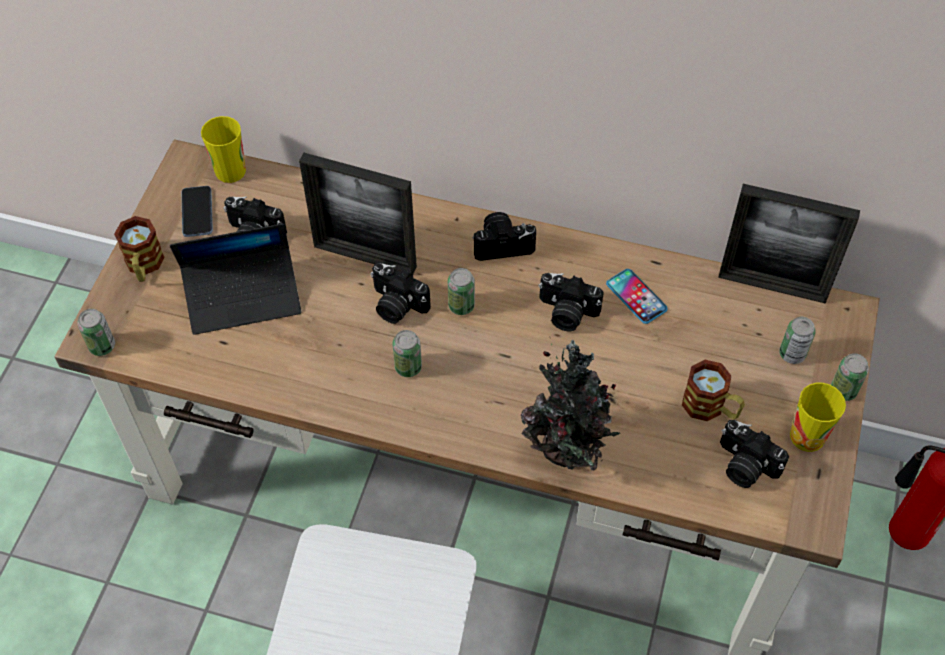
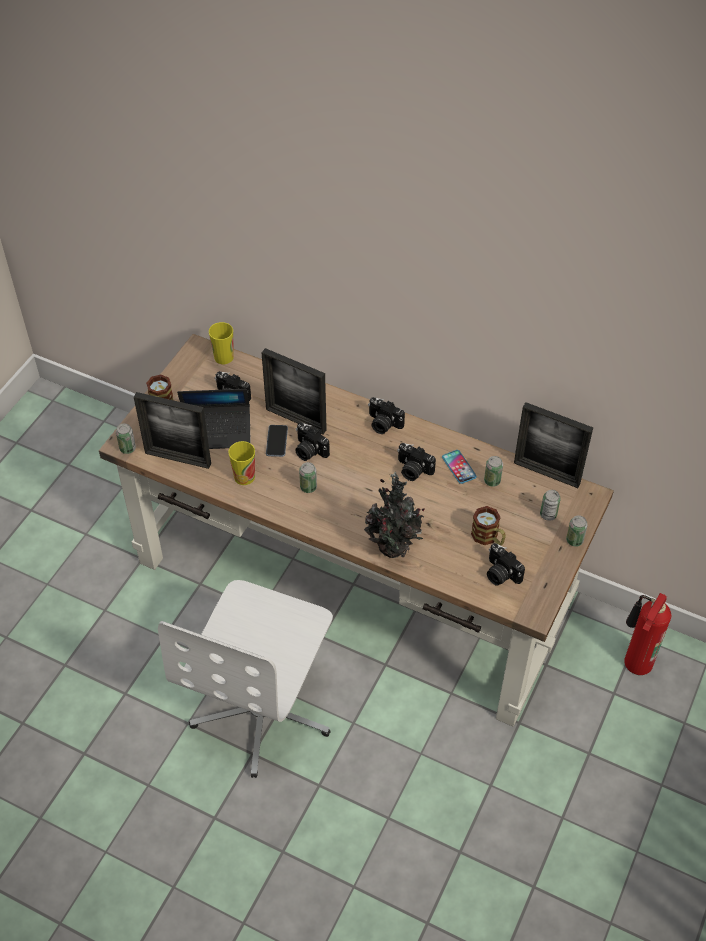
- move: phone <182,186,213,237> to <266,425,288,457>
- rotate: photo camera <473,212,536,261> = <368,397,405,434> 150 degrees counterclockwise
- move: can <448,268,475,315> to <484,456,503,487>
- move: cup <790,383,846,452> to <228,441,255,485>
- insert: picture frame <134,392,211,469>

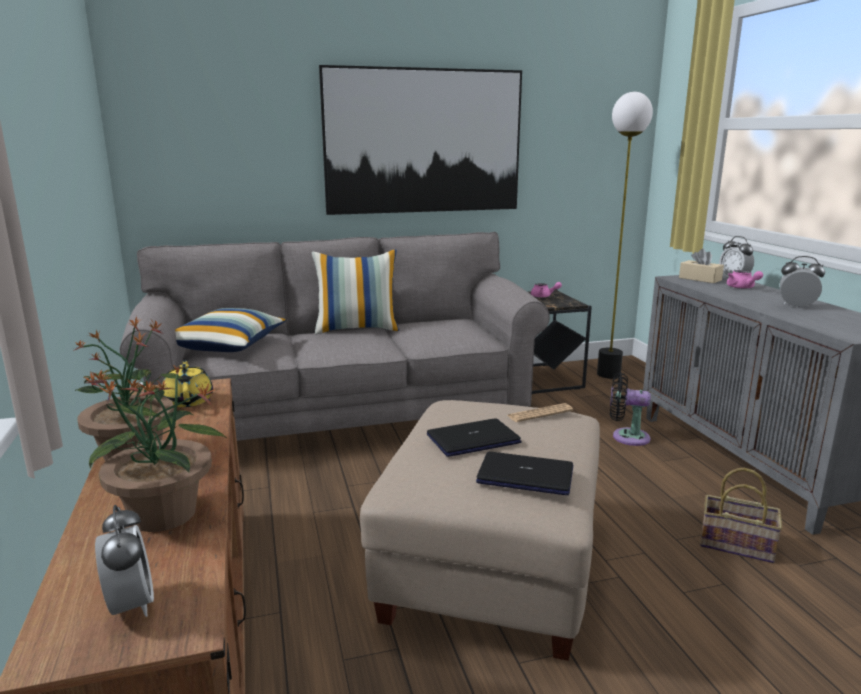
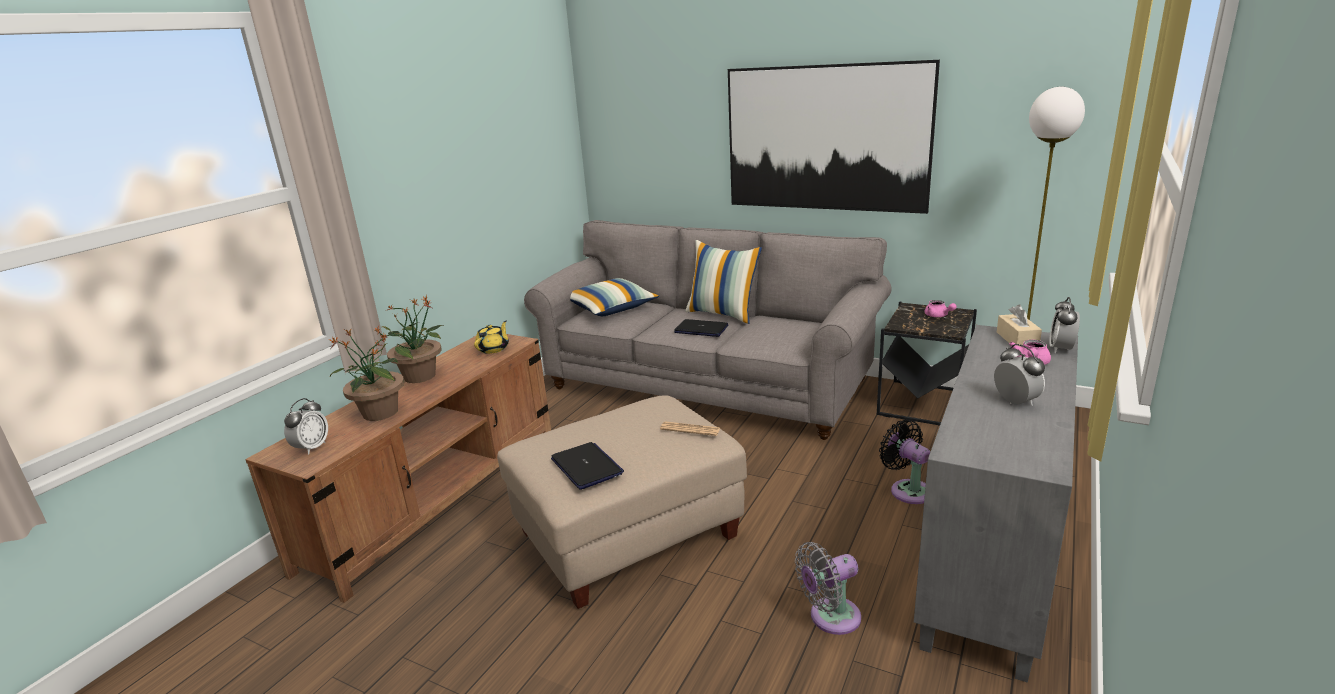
- move: laptop <427,418,522,457> to <674,319,728,337>
- replace: basket <700,468,782,563> to fan (grey) <795,542,861,635>

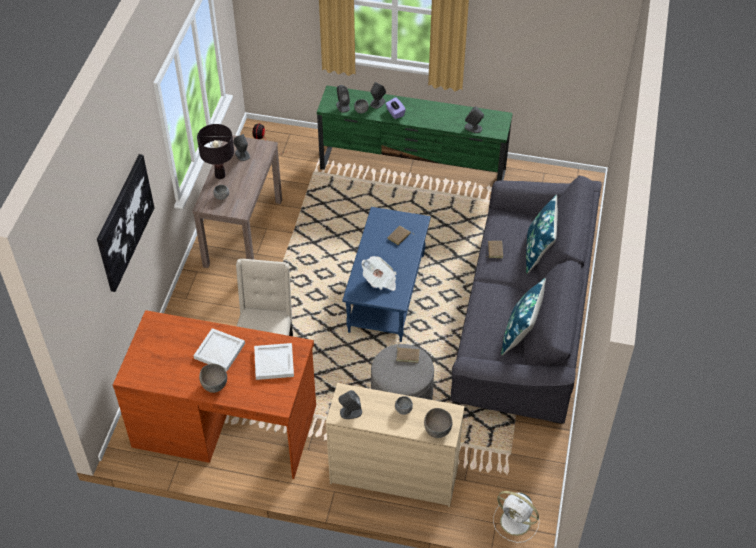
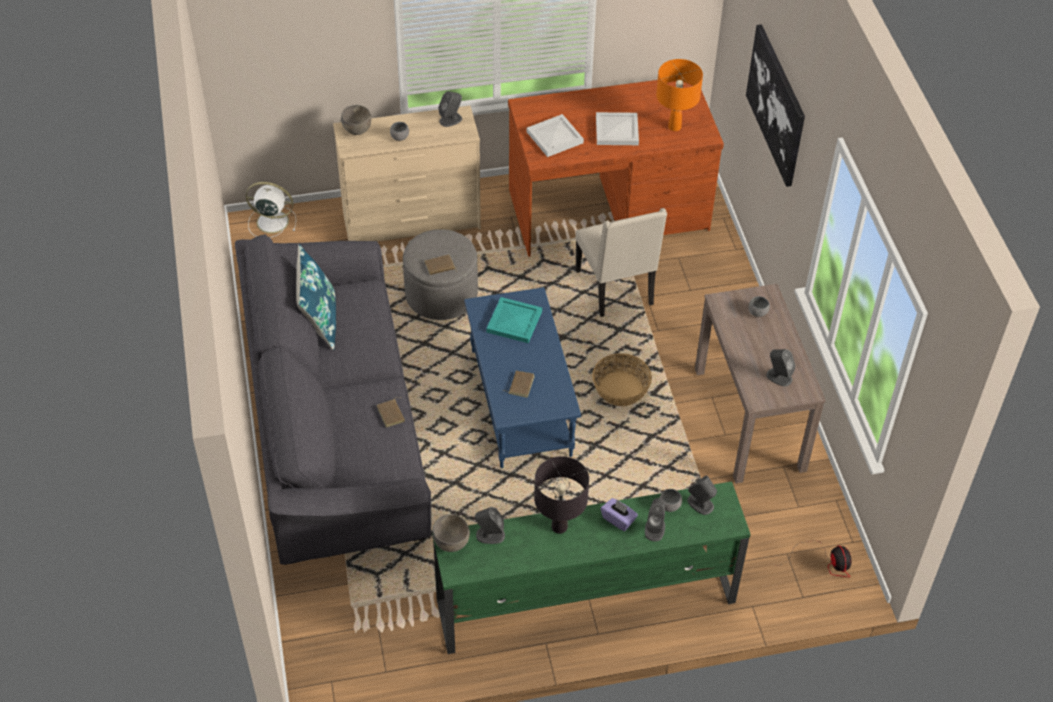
- move: table lamp (black) <197,124,234,179> to <534,456,589,534>
- delete: pillow (blue) <526,195,558,274>
- replace: newspaper <361,256,396,291> to tray (turquoise) <486,297,542,343>
- move: bowl (grey) <199,364,227,393> to <433,514,470,552>
- insert: table lamp (orange) <656,59,703,131>
- insert: basket <592,353,652,406>

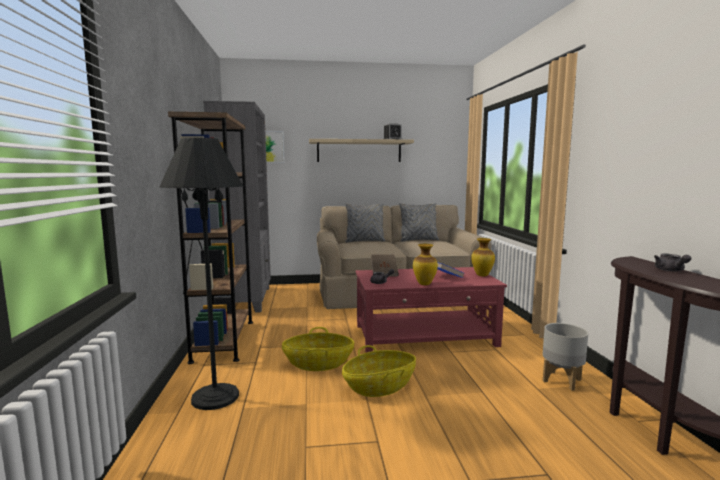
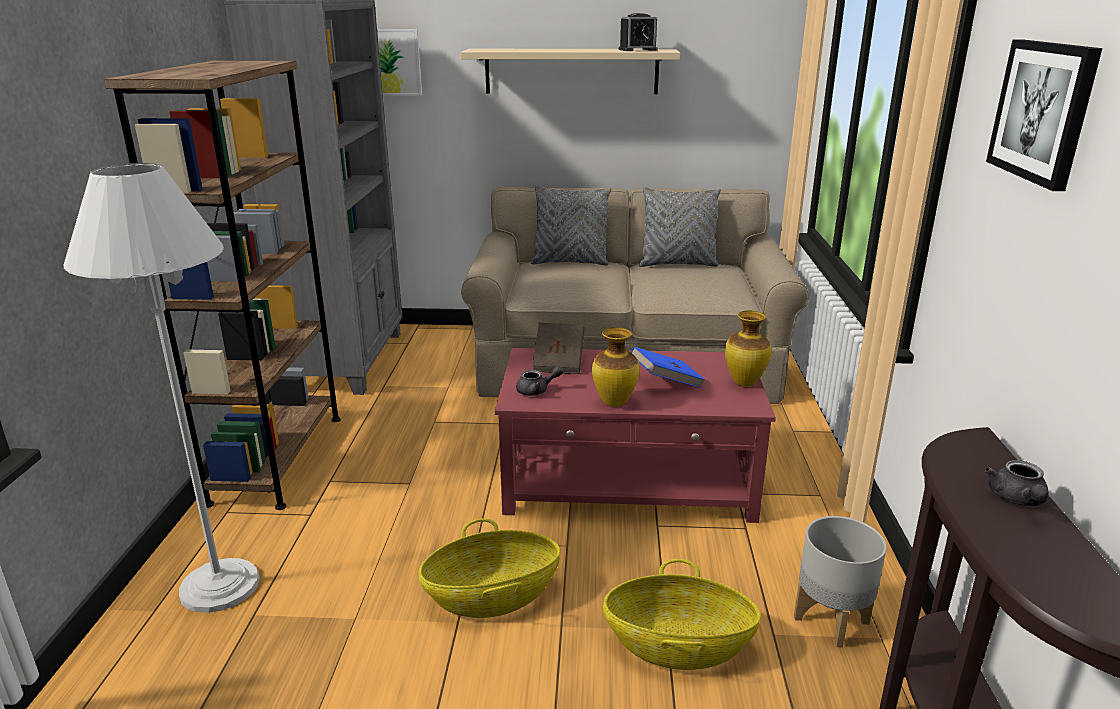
- recolor: floor lamp (black) <159,137,243,410> to floor lamp (white) <63,163,260,613>
- move: basket <282,327,354,371> to <603,559,761,670>
- insert: picture <986,40,1102,191>

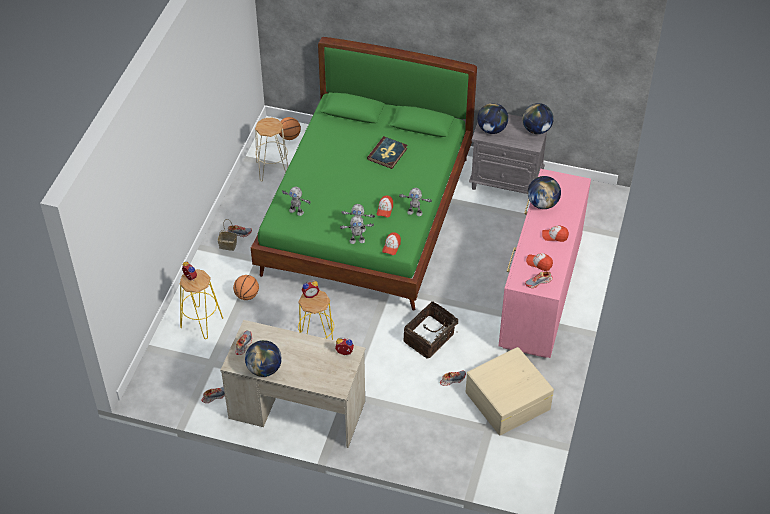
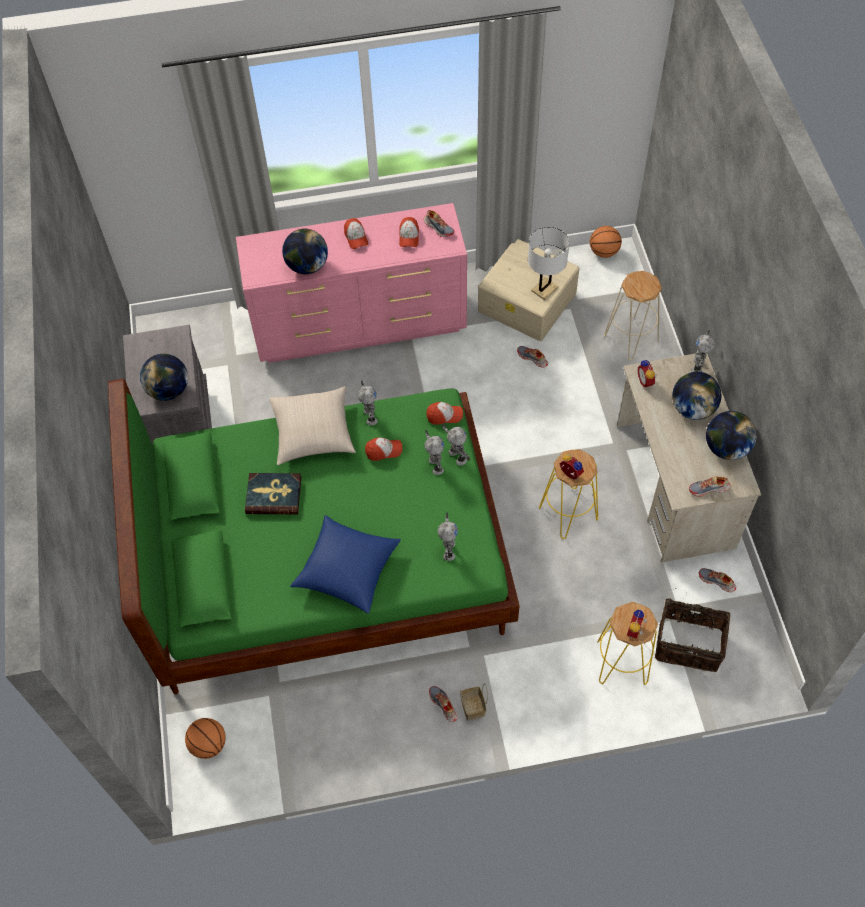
- move: globe <522,103,554,134> to <672,372,722,420>
- move: stool (beige) <255,118,288,181> to <604,271,662,360>
- move: basketball <233,275,259,300> to <590,226,622,258>
- move: basket <403,301,463,358> to <655,588,730,672>
- insert: table lamp (white) <528,227,569,300>
- insert: toy robot <691,330,715,372>
- insert: pillow (beige) <269,386,356,465>
- insert: pillow (blue) <290,515,401,614>

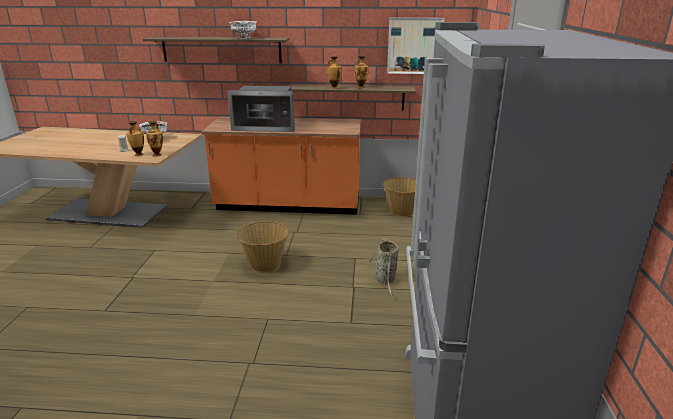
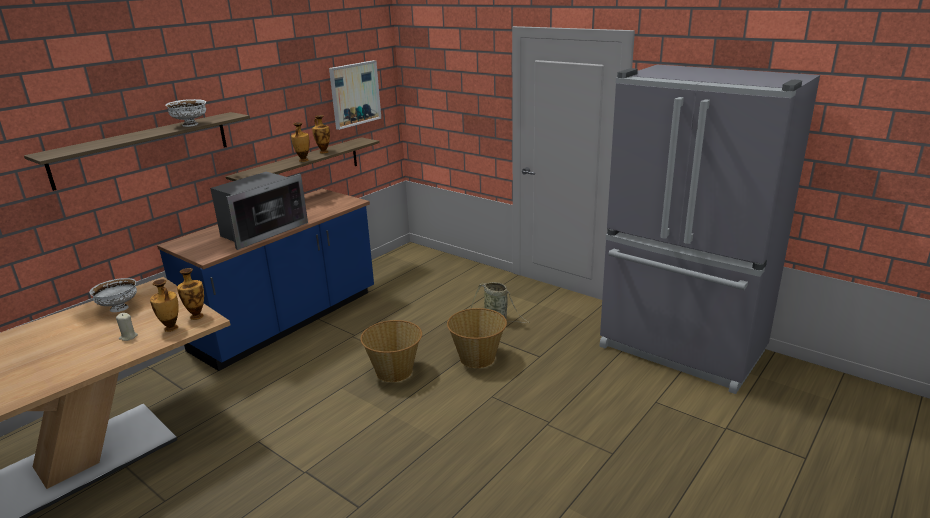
- recolor: counter (orange) <202,116,361,215> to counter (blue) <157,189,374,371>
- move: basket <383,177,416,217> to <447,308,507,368>

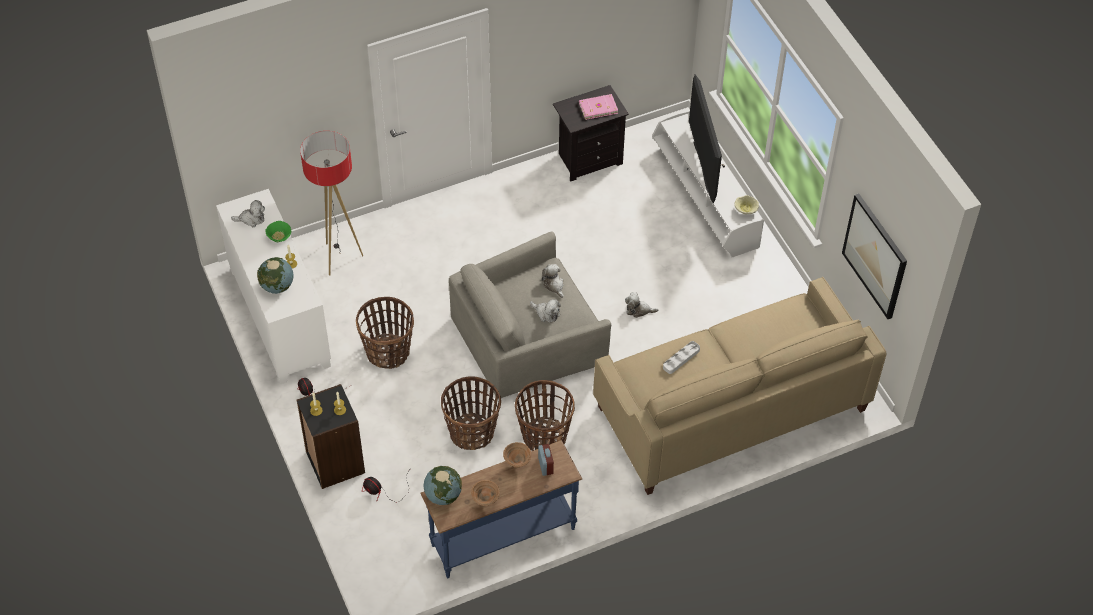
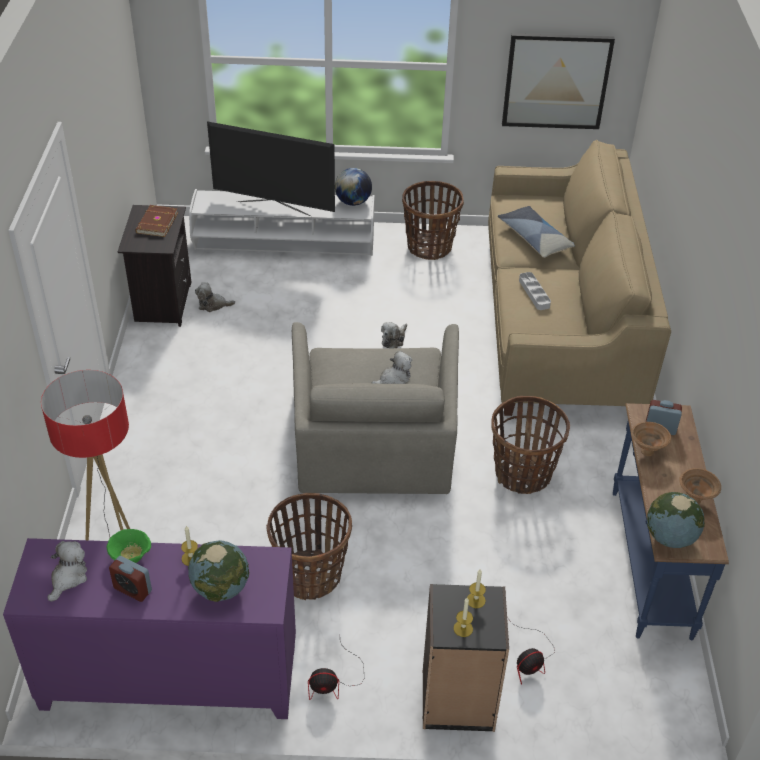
- recolor: book (pink) <579,94,618,120> to book (brown) <135,205,178,237>
- recolor: cabinet (white) <216,189,331,385> to cabinet (purple) <3,538,296,719>
- replace: bowl (beige) <734,195,759,214> to globe <335,168,372,206>
- move: plush toy <541,264,564,298> to <195,282,235,312>
- move: basket <441,376,501,450> to <402,181,464,260>
- insert: pillow <498,206,575,258>
- insert: alarm clock <109,556,152,602>

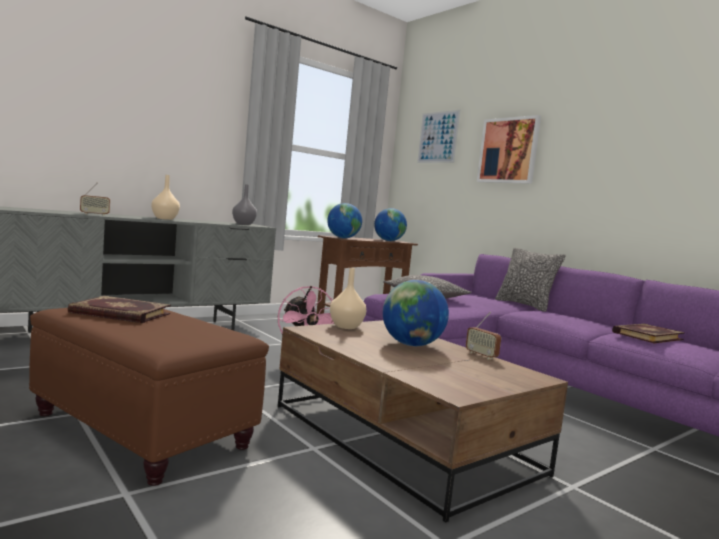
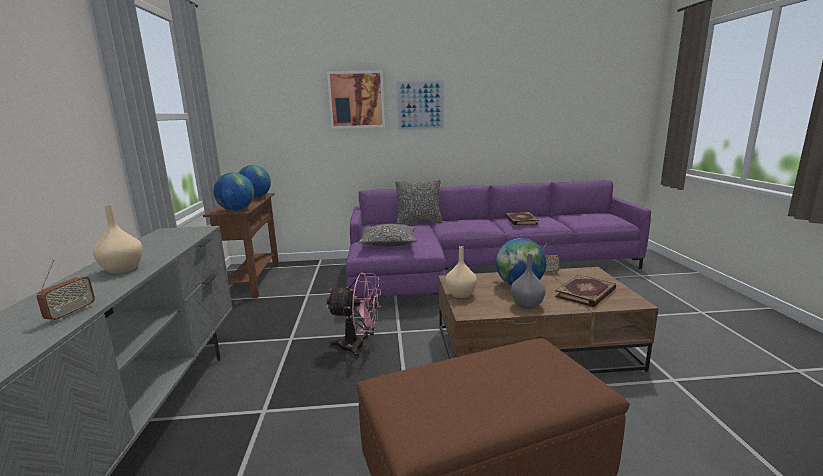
- move: picture <417,110,460,163> to <396,80,444,131>
- move: vase (grey) <232,184,257,225> to <511,253,546,309>
- move: book <68,296,171,323> to <555,274,616,307>

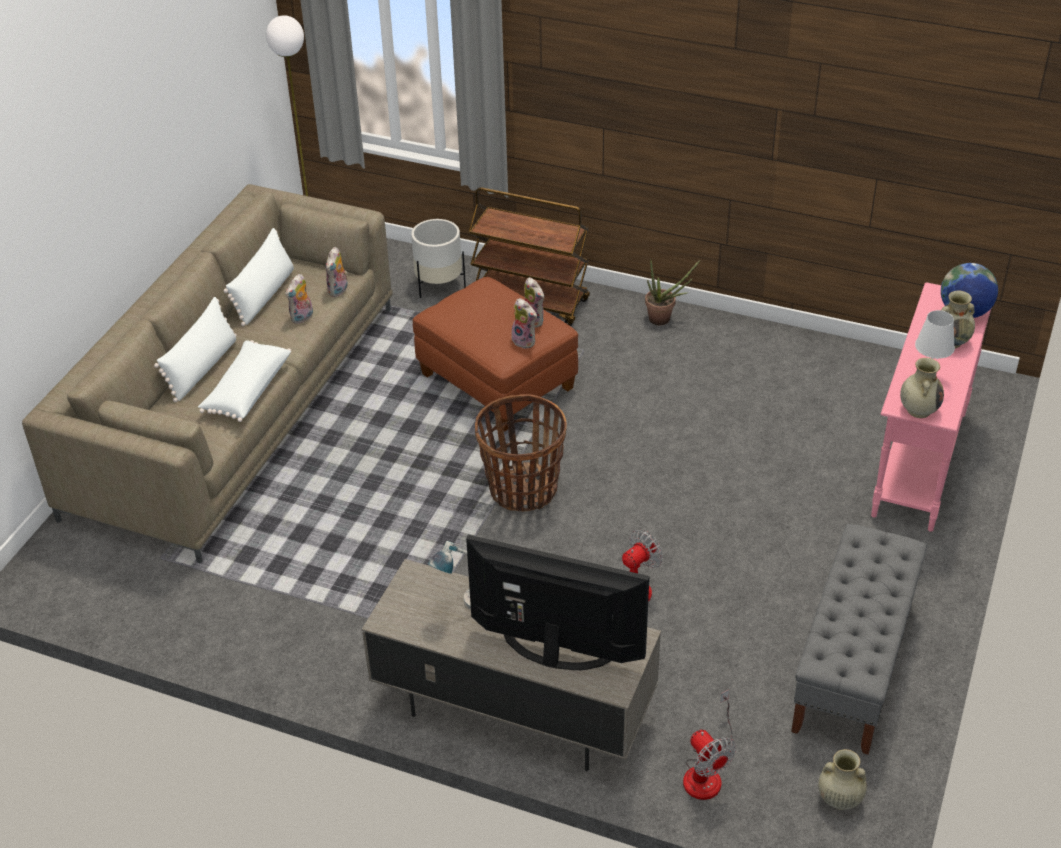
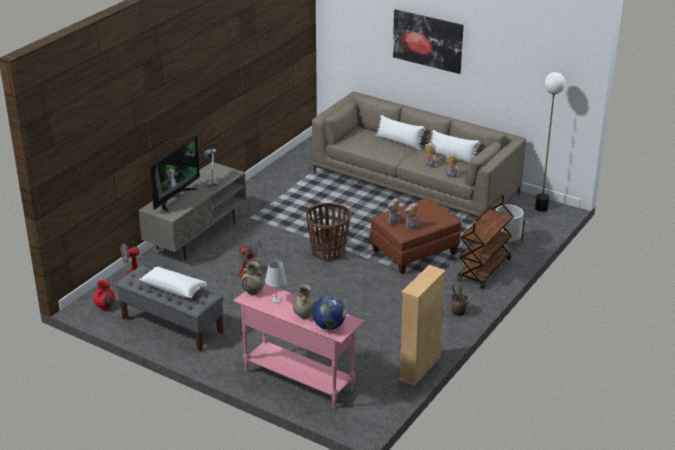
- move: pillow (white) <198,340,291,422> to <139,266,207,298>
- recolor: vase (beige) <818,749,867,810> to vase (red) <94,280,115,310>
- insert: picture <393,9,464,74>
- insert: bookcase (beige) <398,265,446,386>

